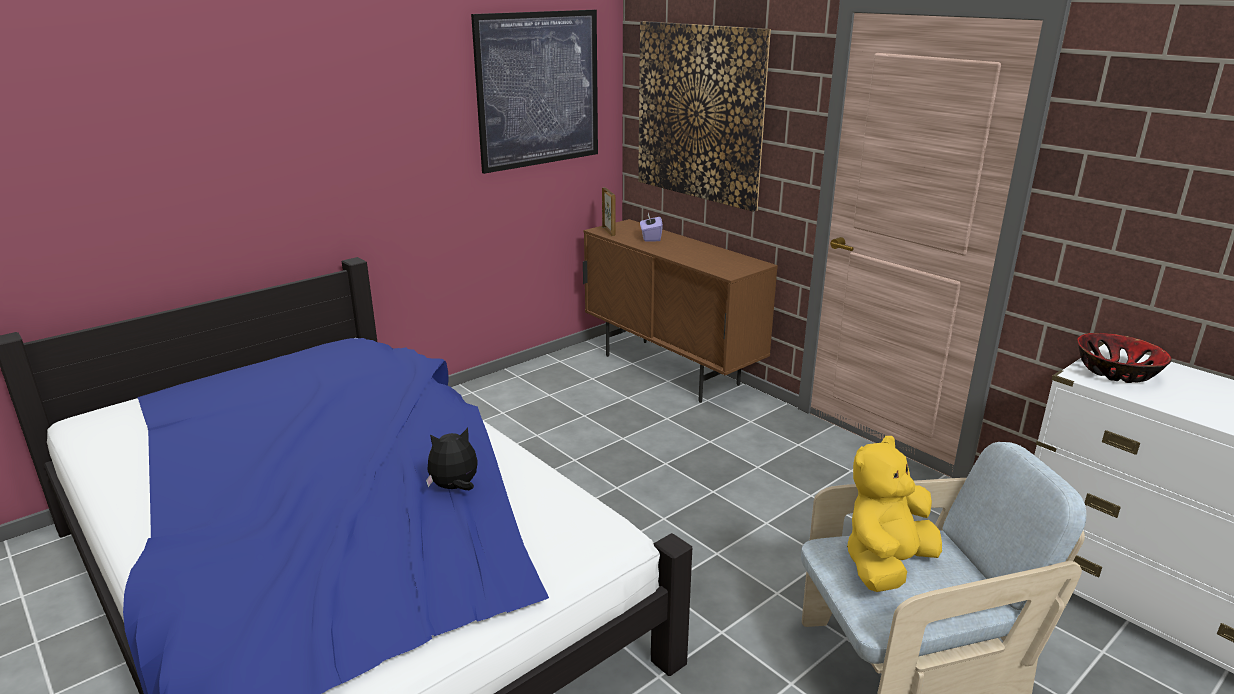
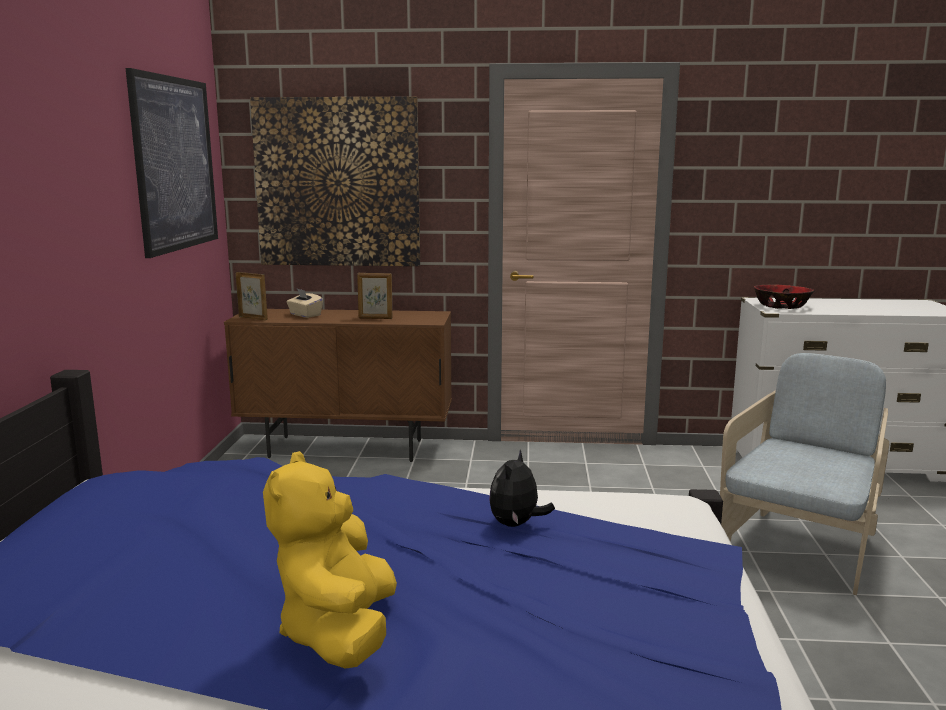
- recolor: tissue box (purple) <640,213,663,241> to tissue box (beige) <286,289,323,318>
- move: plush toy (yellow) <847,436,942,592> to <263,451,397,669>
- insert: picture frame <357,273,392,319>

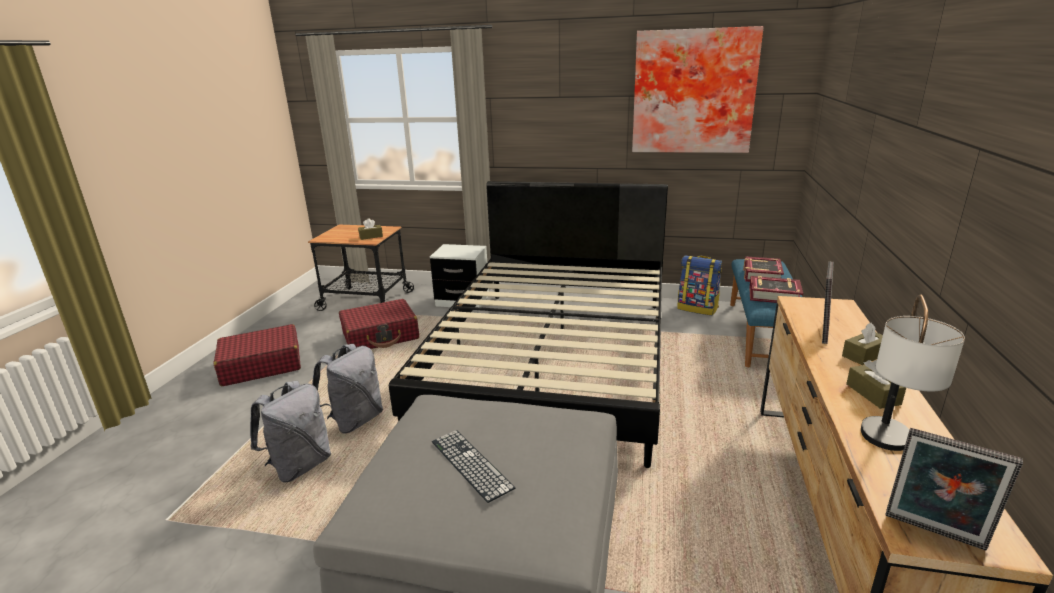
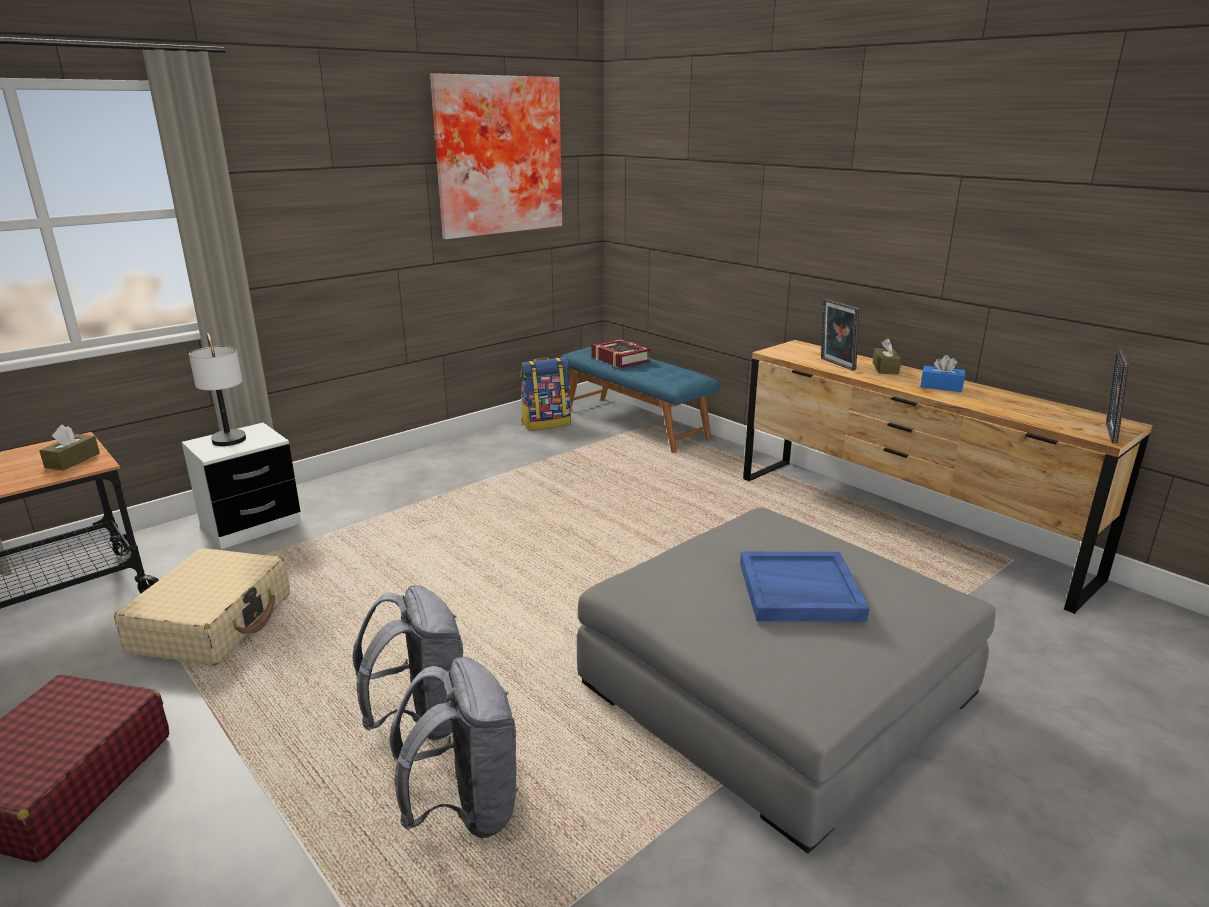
- delete: bed (black) <389,181,668,468>
- delete: book <749,276,803,303>
- move: table lamp <861,294,965,451> to <189,333,246,446>
- recolor: suitcase (red) <339,299,419,349> to suitcase (beige) <114,548,290,666>
- recolor: tissue box (brown) <846,360,906,409> to tissue box (blue) <920,355,965,392>
- rotate: picture frame <886,428,1023,550> = <1106,349,1129,444> 135 degrees clockwise
- replace: keyboard <432,430,516,503> to tray (blue) <740,552,869,622>

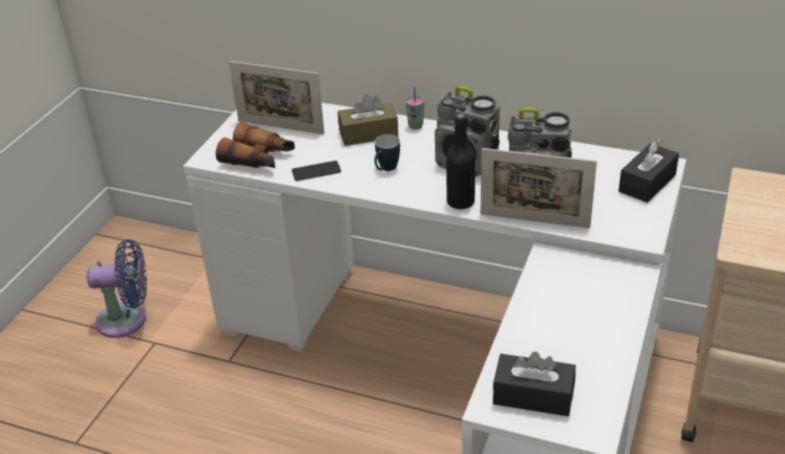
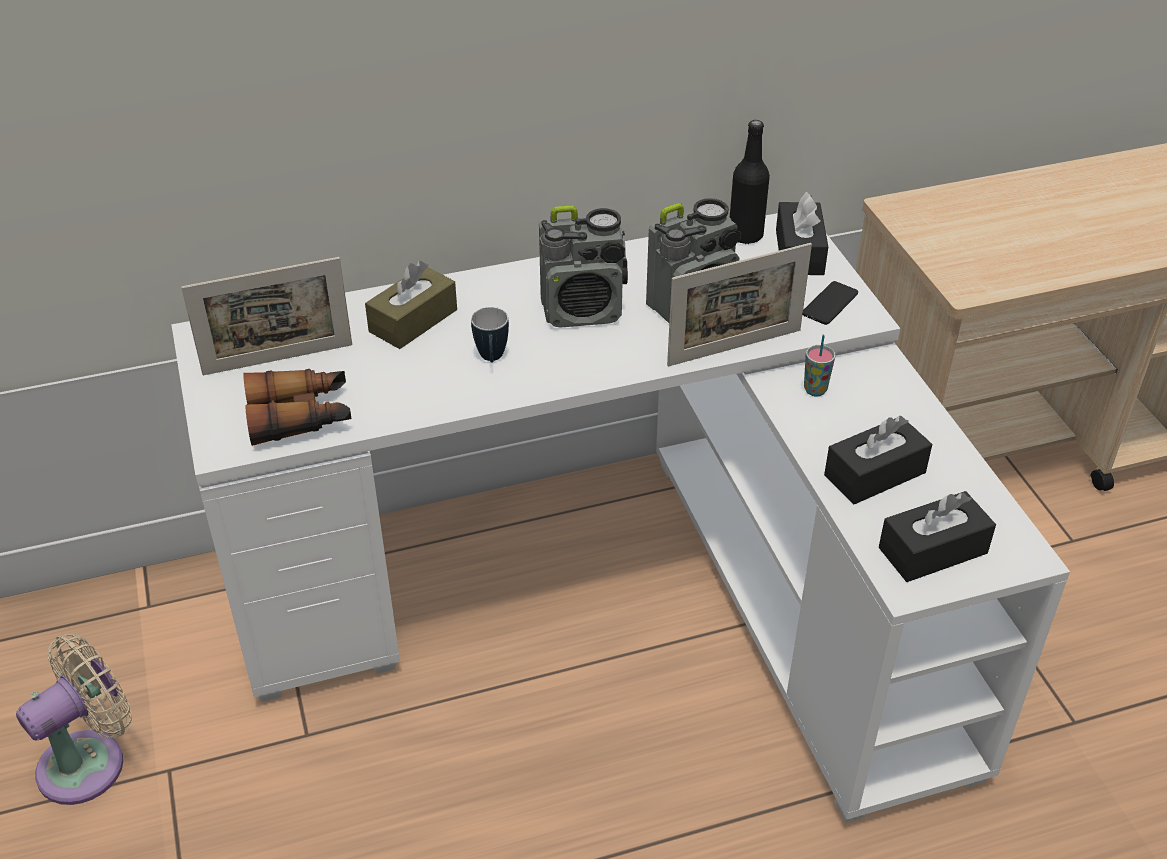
- move: cup <406,87,424,130> to <804,335,836,396>
- move: bottle (black) <446,113,475,210> to <730,120,770,244>
- move: phone <292,161,341,181> to <803,281,858,325>
- recolor: fan (blue) <87,239,147,338> to fan (beige) <16,633,132,805>
- insert: tissue box (black) <824,416,932,504>

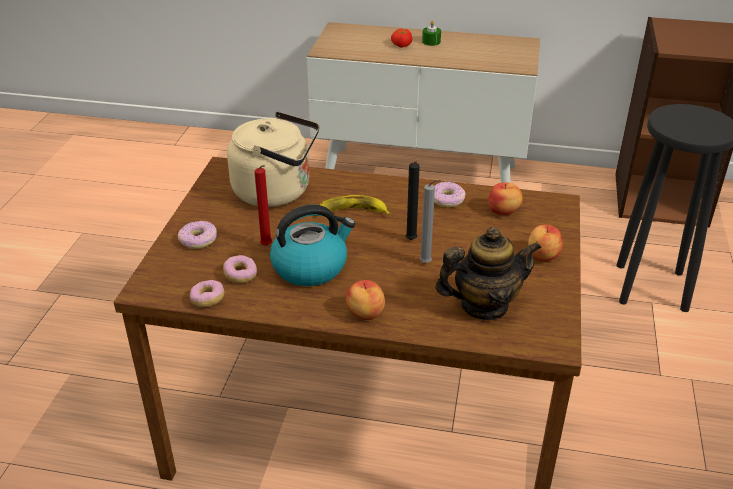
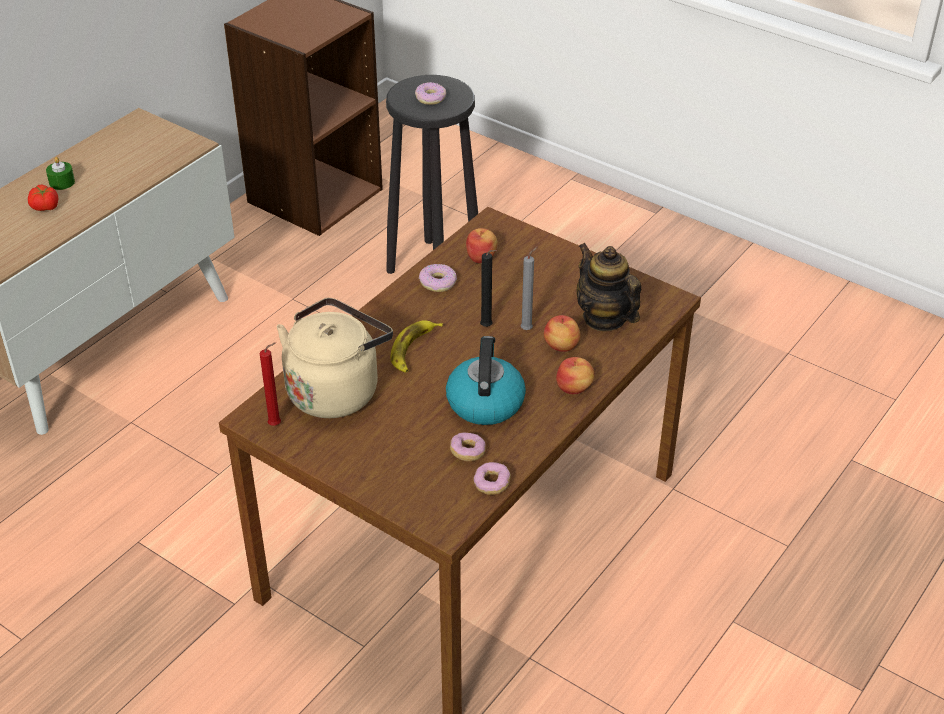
- move: candle (red) <254,165,272,246> to <260,342,281,426>
- move: donut <178,221,217,249> to <415,82,446,105>
- move: apple <528,225,563,261> to <544,315,580,352>
- rotate: teapot <435,227,542,320> = <576,243,641,331> 45 degrees counterclockwise

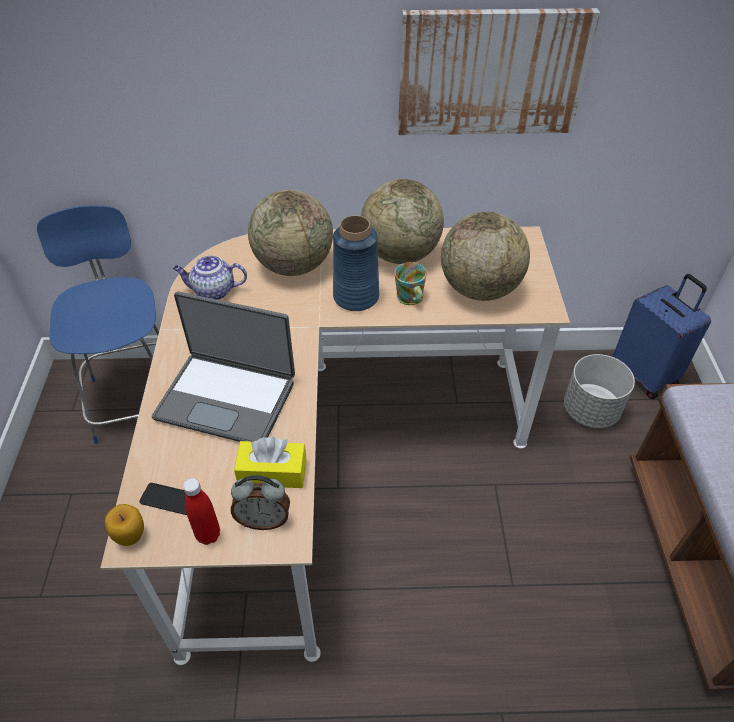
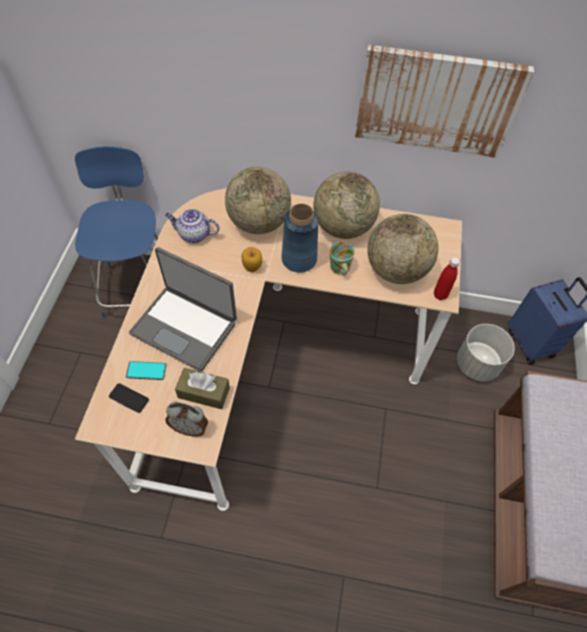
- recolor: tissue box (yellow) <234,437,307,488> to tissue box (brown) <175,368,230,409>
- move: bottle (red) <183,478,220,545> to <434,257,460,300>
- move: apple <105,504,144,546> to <241,247,262,272>
- insert: phone <126,361,166,380>

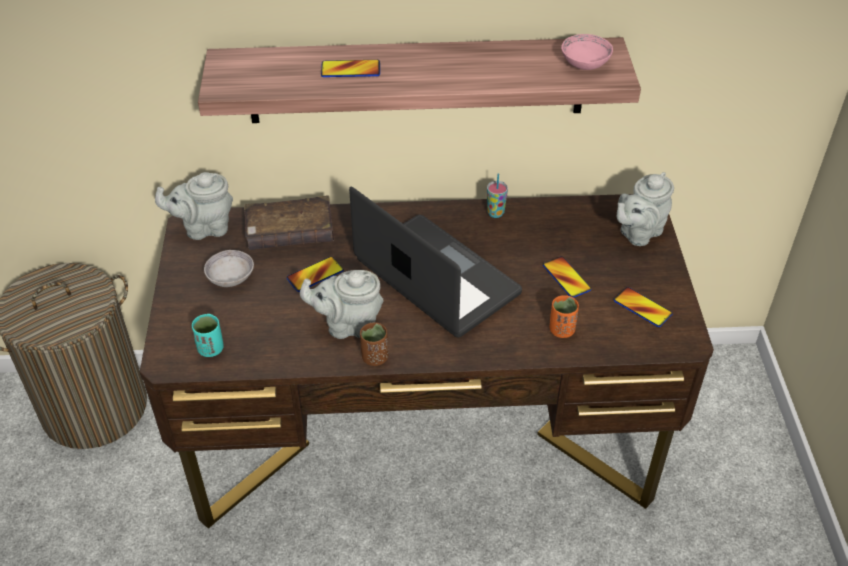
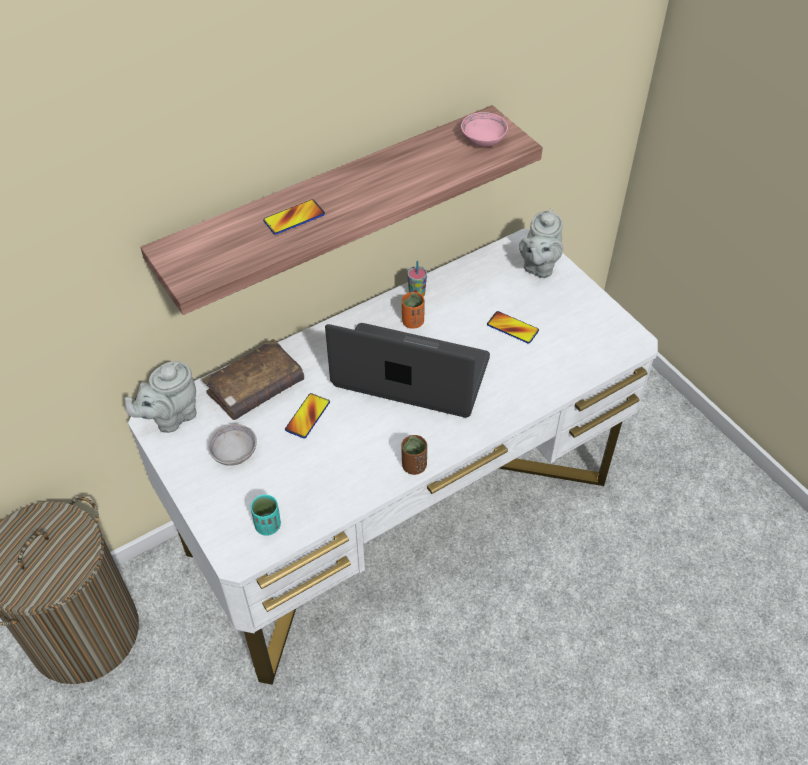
- recolor: desk (brown) <140,194,714,528> to desk (white) <128,228,658,685>
- delete: teapot (grey) <300,270,384,339>
- delete: phone <613,287,673,327>
- move: cup (orange) <549,295,579,338> to <402,292,424,329>

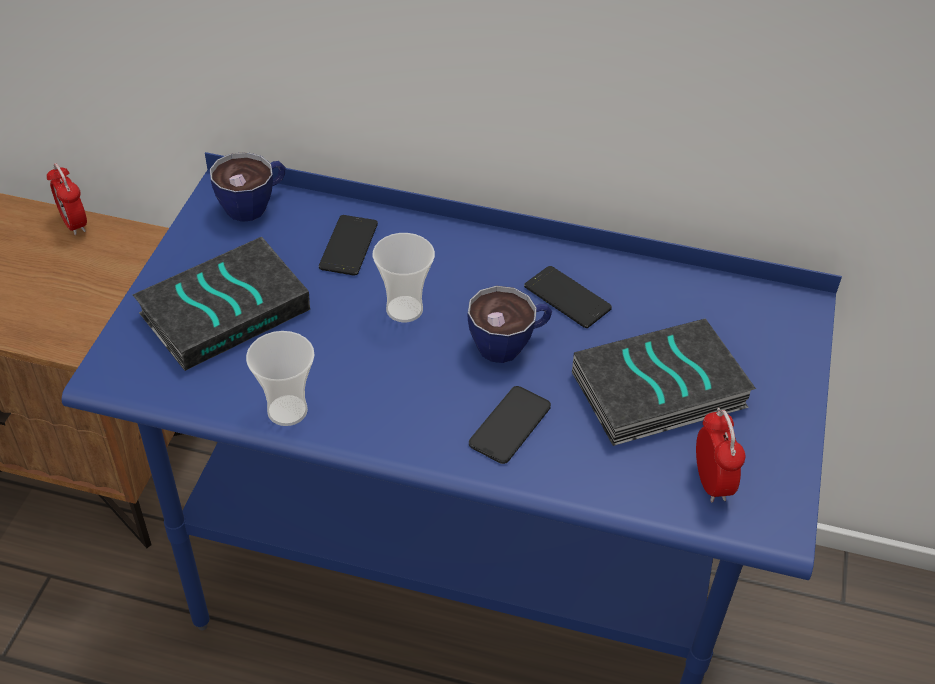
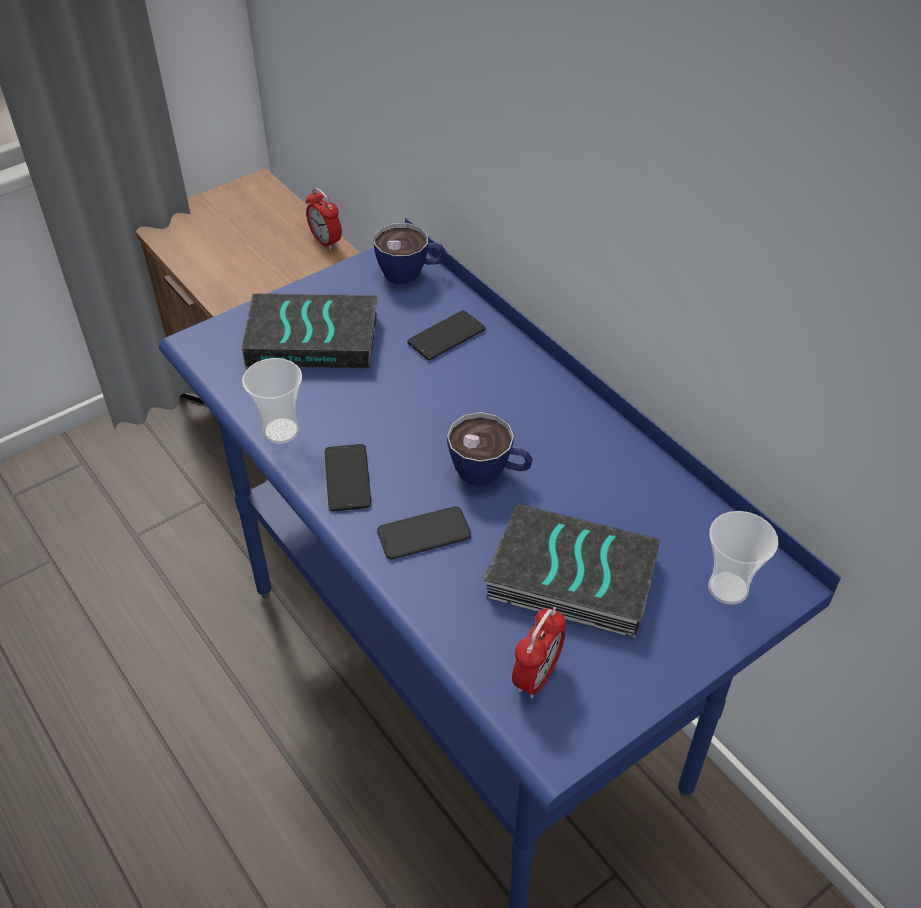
- rotate: alarm clock <47,163,87,235> = <306,188,342,250> 45 degrees counterclockwise
- move: cup <373,233,435,322> to <708,511,778,605>
- move: phone <524,266,612,328> to <325,444,372,512>

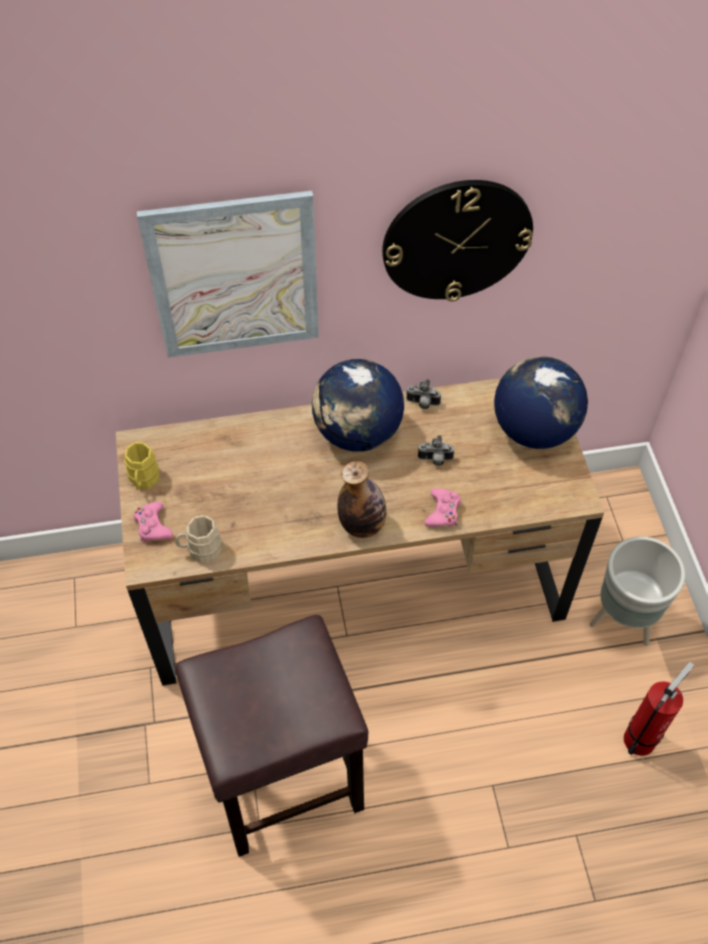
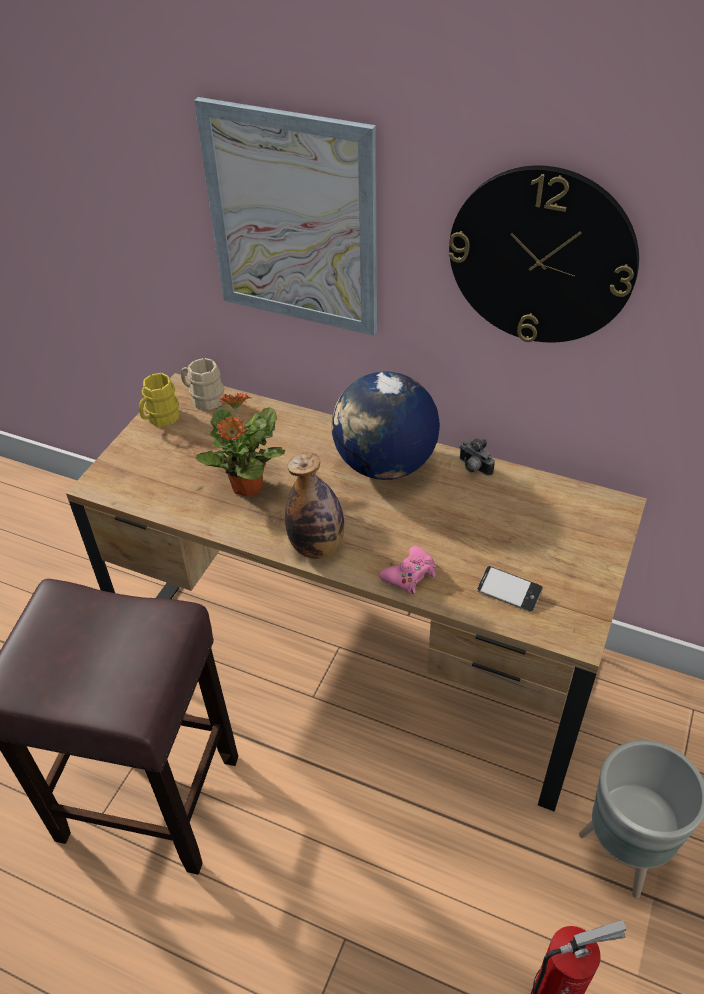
- delete: globe <494,356,588,449>
- delete: photo camera <418,435,454,466>
- delete: game controller (pink) <133,501,173,542>
- move: mug (beige) <175,515,222,563> to <181,358,225,411>
- insert: potted plant <196,392,285,497>
- insert: phone <477,566,543,612>

